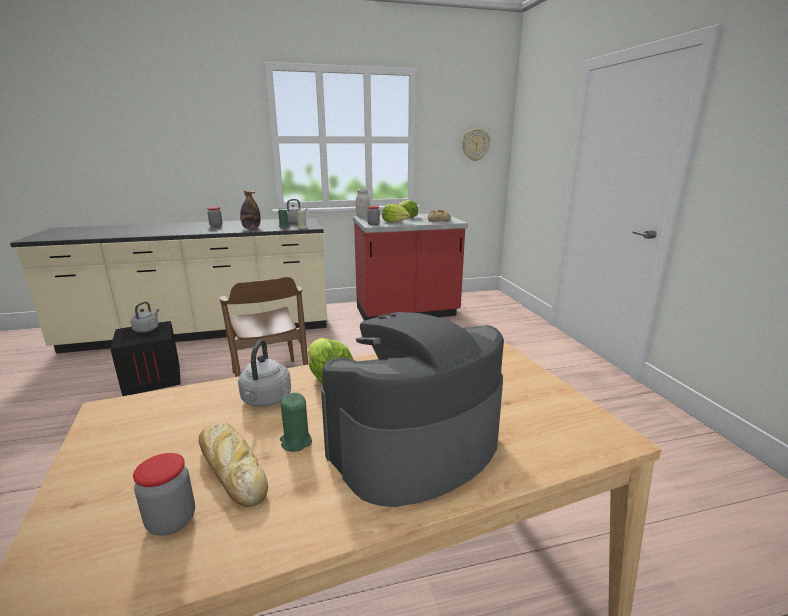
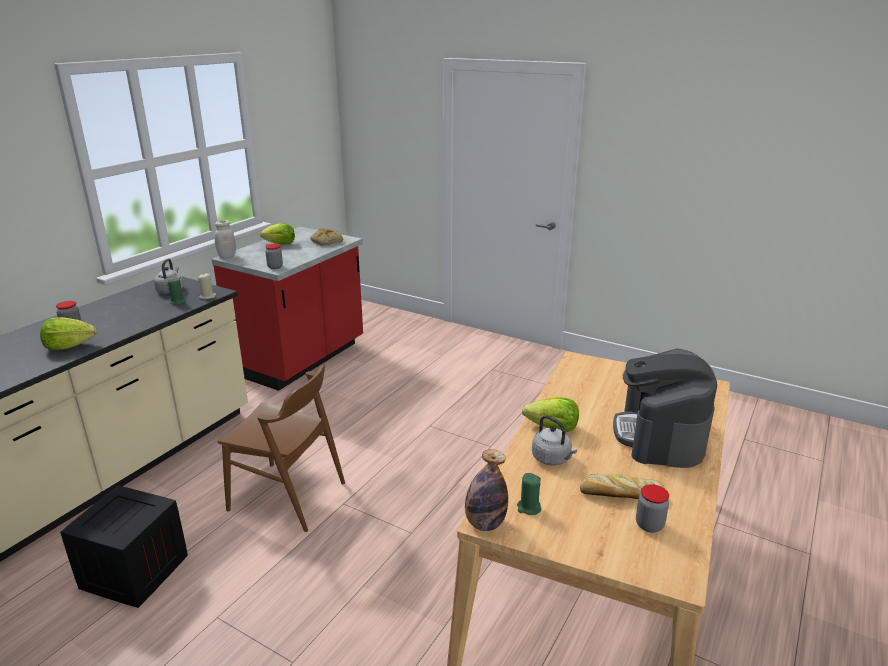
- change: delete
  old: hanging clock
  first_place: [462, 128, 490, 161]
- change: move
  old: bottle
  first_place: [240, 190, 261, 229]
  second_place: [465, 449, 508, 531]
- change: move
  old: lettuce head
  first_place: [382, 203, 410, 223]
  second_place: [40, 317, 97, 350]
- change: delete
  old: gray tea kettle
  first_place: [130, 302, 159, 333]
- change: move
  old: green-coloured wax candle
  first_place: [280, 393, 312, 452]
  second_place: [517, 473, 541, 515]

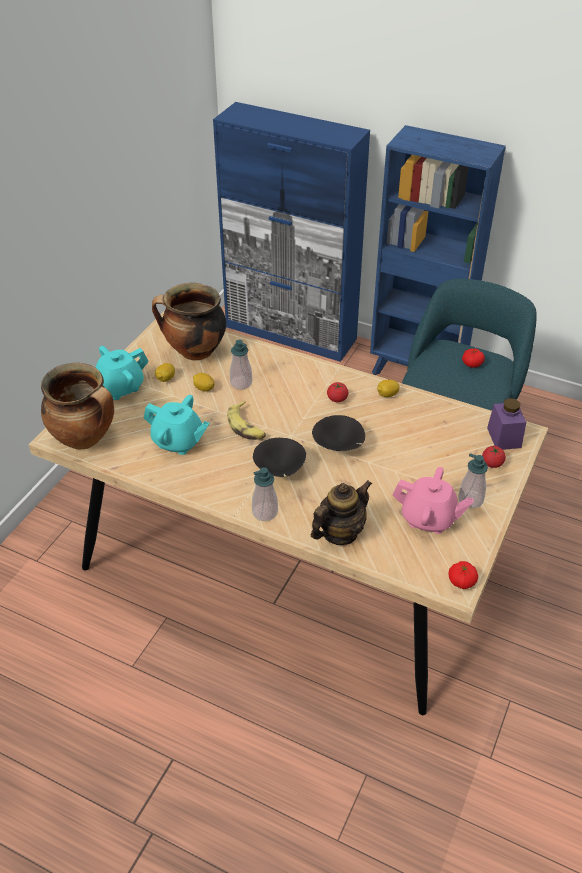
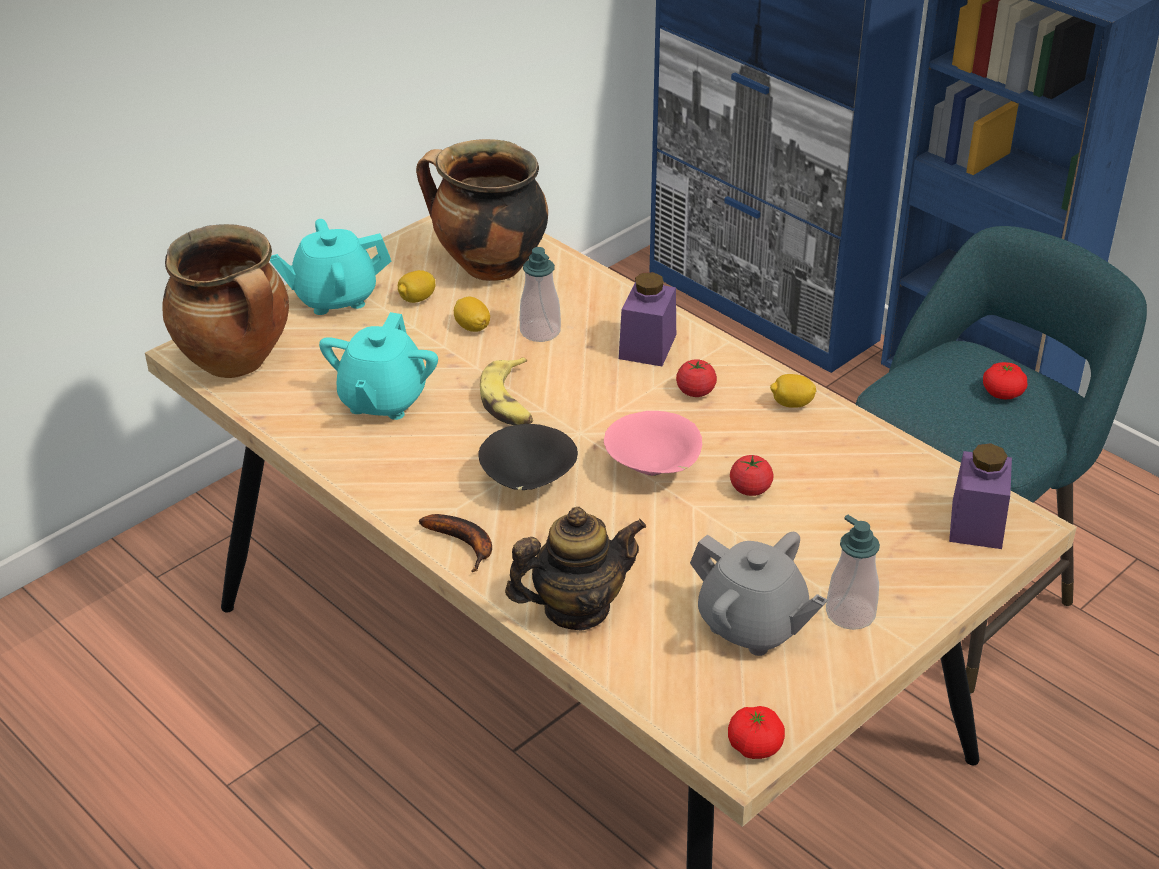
- change: rotate
  old: blue-green pot for tea
  first_place: [144, 395, 210, 455]
  second_place: [319, 312, 438, 420]
  degrees: 60
- change: recolor
  old: black-coloured bowl
  new: pinkish bowl
  first_place: [312, 415, 365, 451]
  second_place: [604, 411, 702, 476]
- change: move
  old: tomato
  first_place: [482, 446, 506, 468]
  second_place: [730, 455, 773, 496]
- change: replace
  old: soap bottle
  new: banana fruit
  first_place: [252, 467, 278, 521]
  second_place: [419, 514, 492, 572]
- change: recolor
  old: pinkish pot for tea
  new: gray pot for tea
  first_place: [392, 467, 474, 534]
  second_place: [690, 532, 827, 656]
- change: insert
  new: purplish storage jar
  second_place: [619, 272, 676, 366]

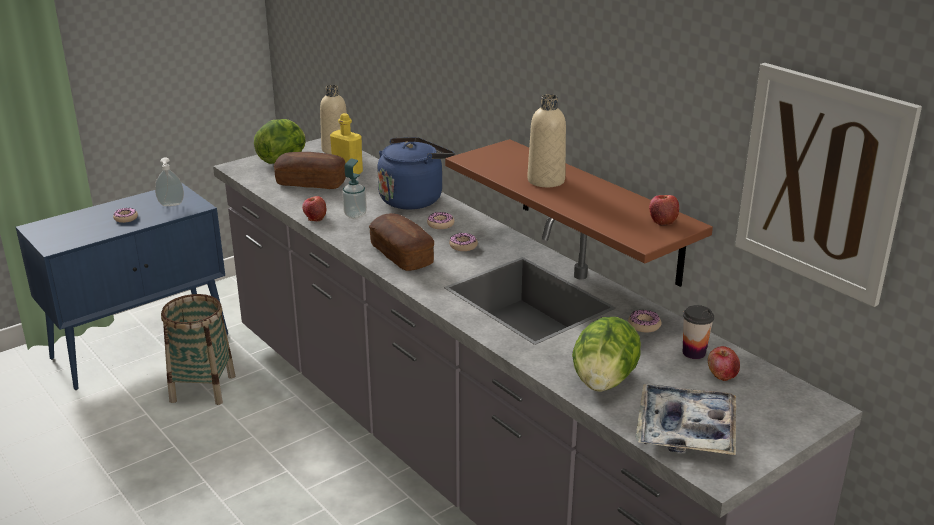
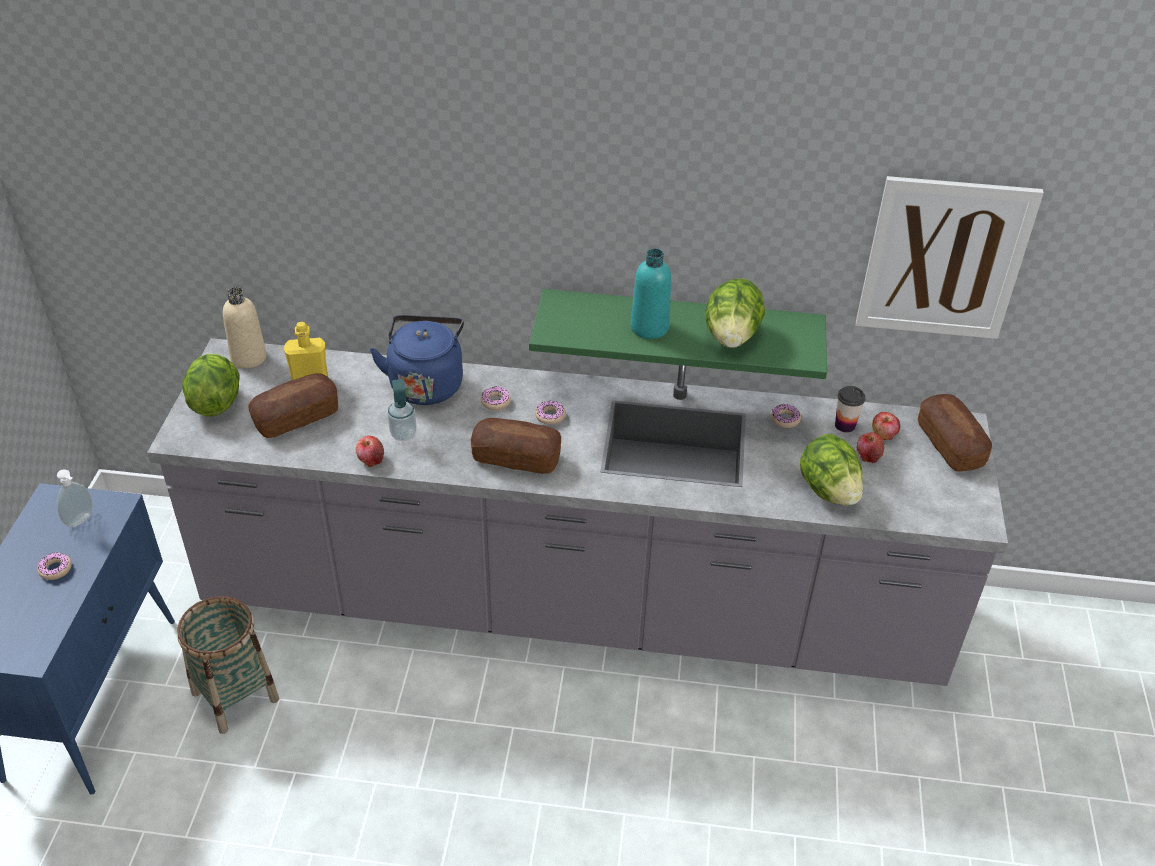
- change: recolor
  old: beige bottle
  new: blue-green bottle
  first_place: [527, 94, 566, 187]
  second_place: [631, 248, 671, 339]
- change: recolor
  old: brown-coloured shelf
  new: green-coloured shelf
  first_place: [445, 139, 713, 287]
  second_place: [529, 289, 827, 379]
- change: move
  old: apple fruit
  first_place: [649, 195, 679, 226]
  second_place: [857, 432, 884, 463]
- change: delete
  old: tray
  first_place: [635, 384, 736, 455]
- change: insert
  new: lettuce head
  second_place: [705, 278, 765, 348]
- change: insert
  new: bread
  second_place: [918, 394, 992, 471]

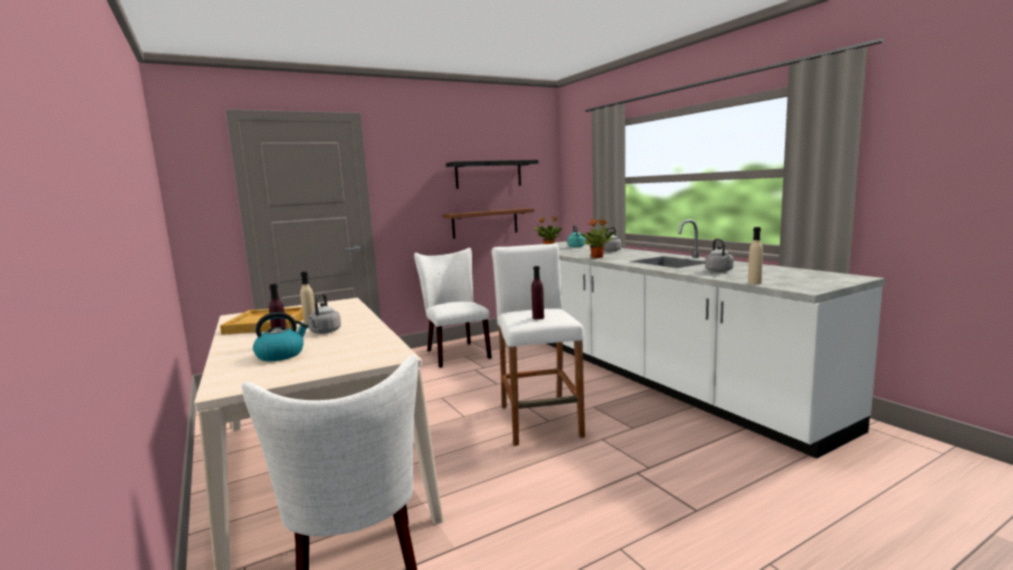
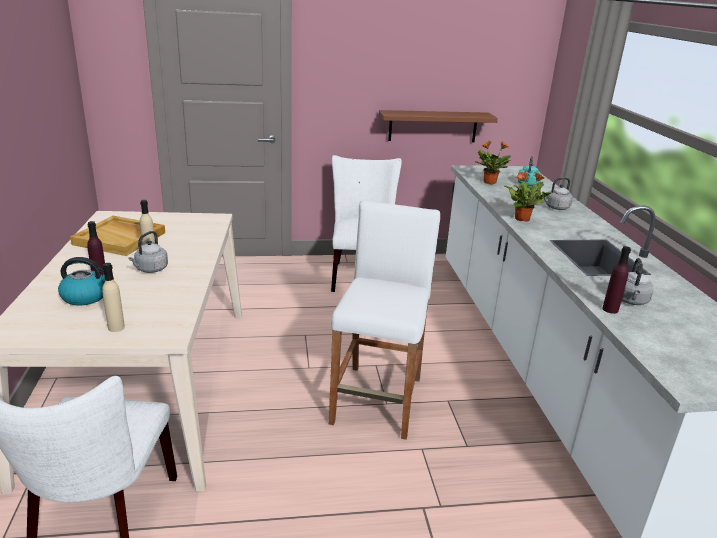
- change: delete
  old: black-coloured shelf
  first_place: [446, 160, 539, 189]
- change: move
  old: beige bottle
  first_place: [748, 227, 763, 284]
  second_place: [102, 263, 125, 332]
- change: move
  old: purplish bottle
  first_place: [532, 266, 544, 319]
  second_place: [602, 246, 631, 314]

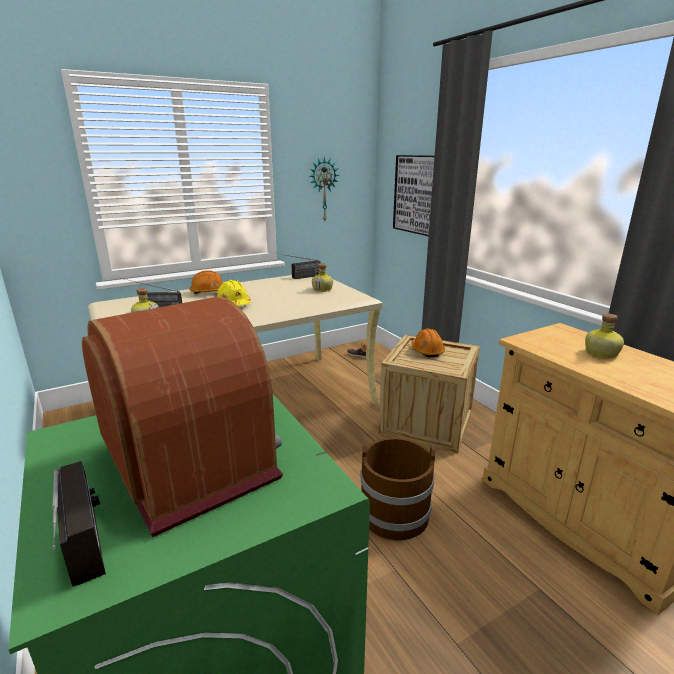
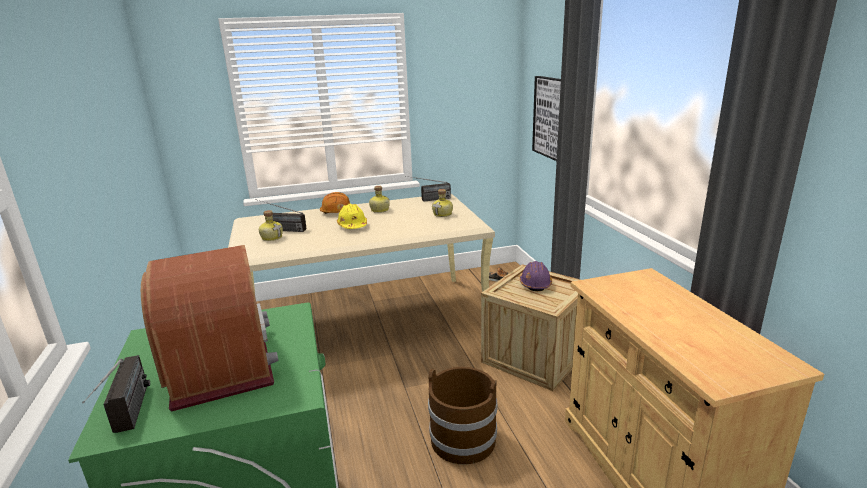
- change: delete
  old: hanging clock
  first_place: [310, 156, 339, 220]
- change: move
  old: bottle
  first_place: [585, 313, 624, 359]
  second_place: [369, 186, 390, 213]
- change: recolor
  old: orangey hard hat
  new: purplish hard hat
  first_place: [412, 328, 445, 358]
  second_place: [520, 261, 552, 291]

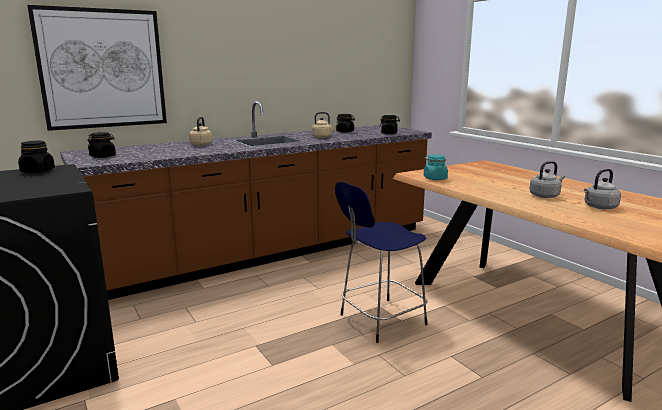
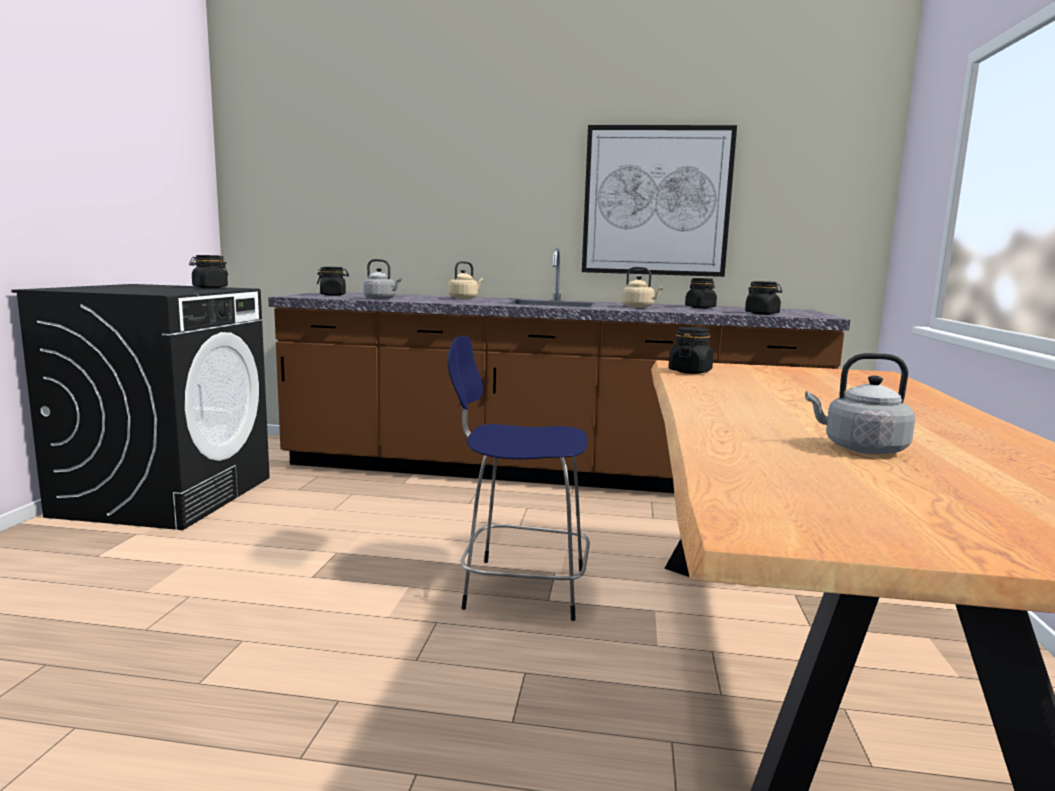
- change: move
  old: wall art
  first_place: [27, 5, 167, 131]
  second_place: [582, 125, 737, 277]
- change: recolor
  old: blue-green storage jar
  new: black-coloured storage jar
  first_place: [424, 154, 448, 180]
  second_place: [668, 327, 713, 374]
- change: move
  old: gray tea kettle
  first_place: [529, 161, 565, 198]
  second_place: [363, 259, 402, 300]

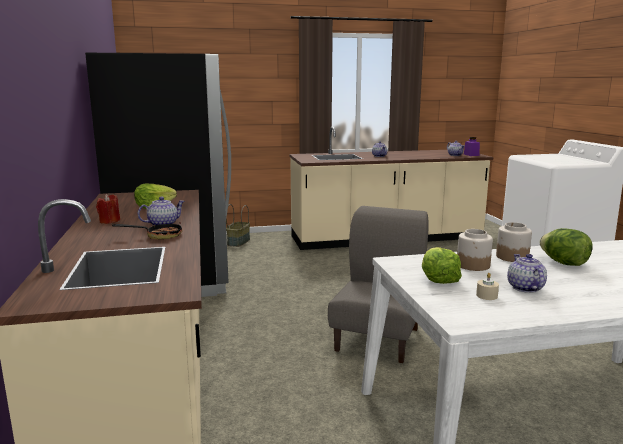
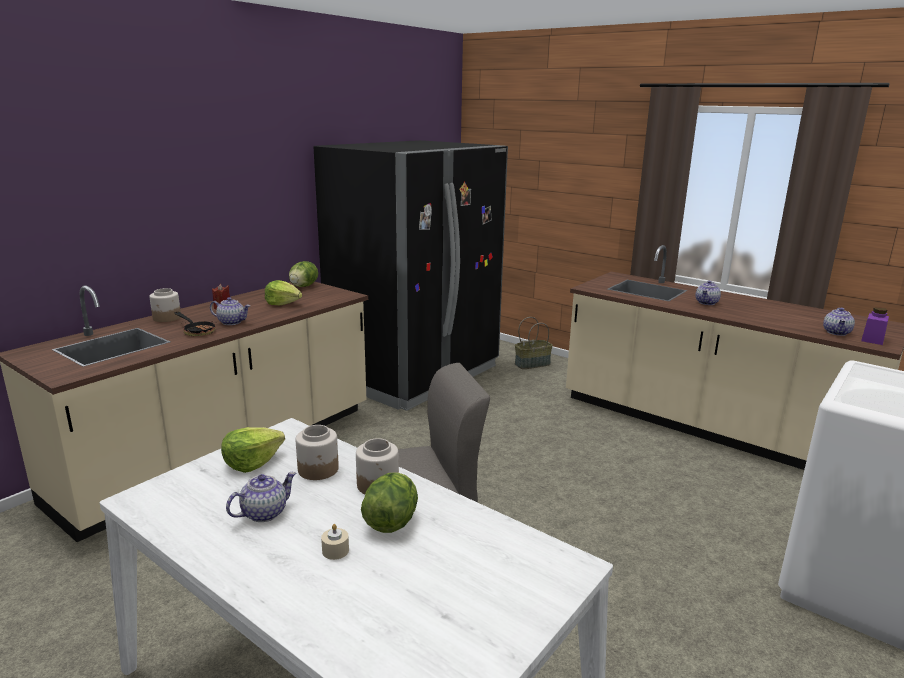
- change: move
  old: beige wax candle
  first_place: [476, 273, 499, 300]
  second_place: [321, 524, 349, 560]
- change: insert
  new: lettuce head
  second_place: [289, 261, 318, 287]
- change: insert
  new: storage jar
  second_place: [149, 288, 181, 322]

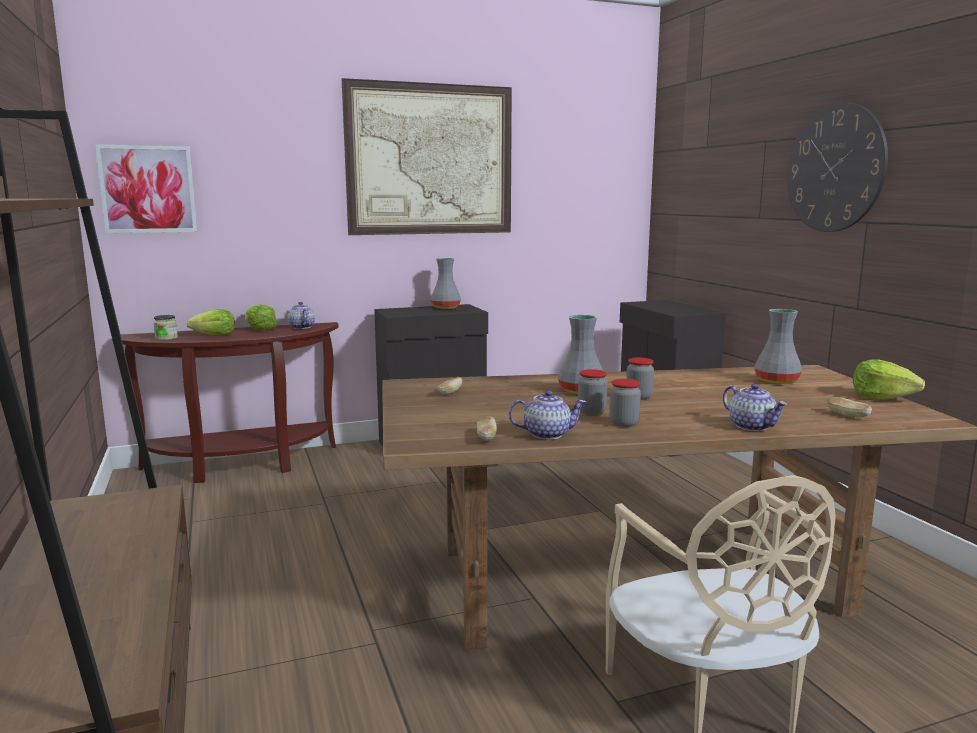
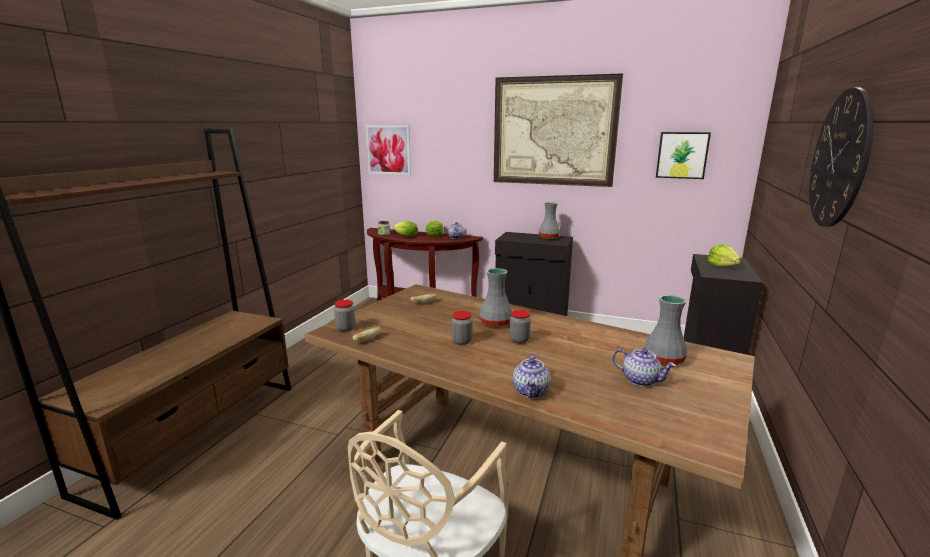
- change: move
  old: lettuce head
  first_place: [853, 359, 925, 400]
  second_place: [708, 245, 741, 267]
- change: move
  old: storage jar
  first_place: [609, 379, 641, 427]
  second_place: [334, 300, 355, 331]
- change: move
  old: pot for tea
  first_place: [509, 390, 586, 440]
  second_place: [612, 348, 676, 387]
- change: delete
  old: bread
  first_place: [826, 397, 872, 418]
- change: insert
  new: wall art
  second_place: [656, 132, 711, 179]

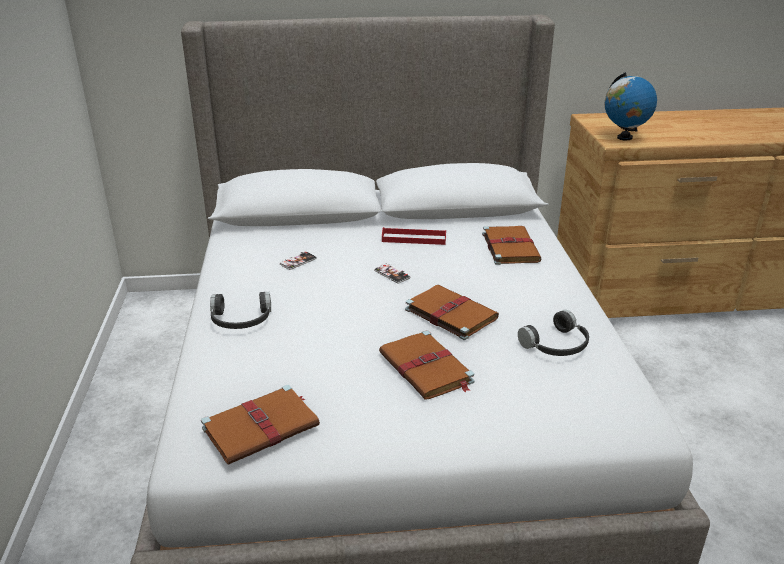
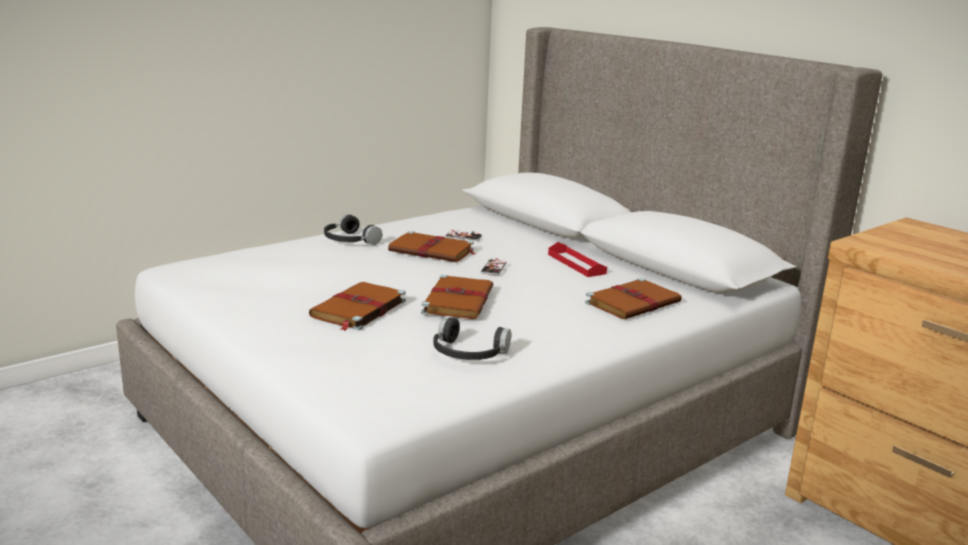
- change: delete
  old: desk globe
  first_place: [604, 72, 657, 140]
- change: move
  old: brown-coloured bound book
  first_place: [201, 385, 320, 465]
  second_place: [388, 231, 476, 262]

